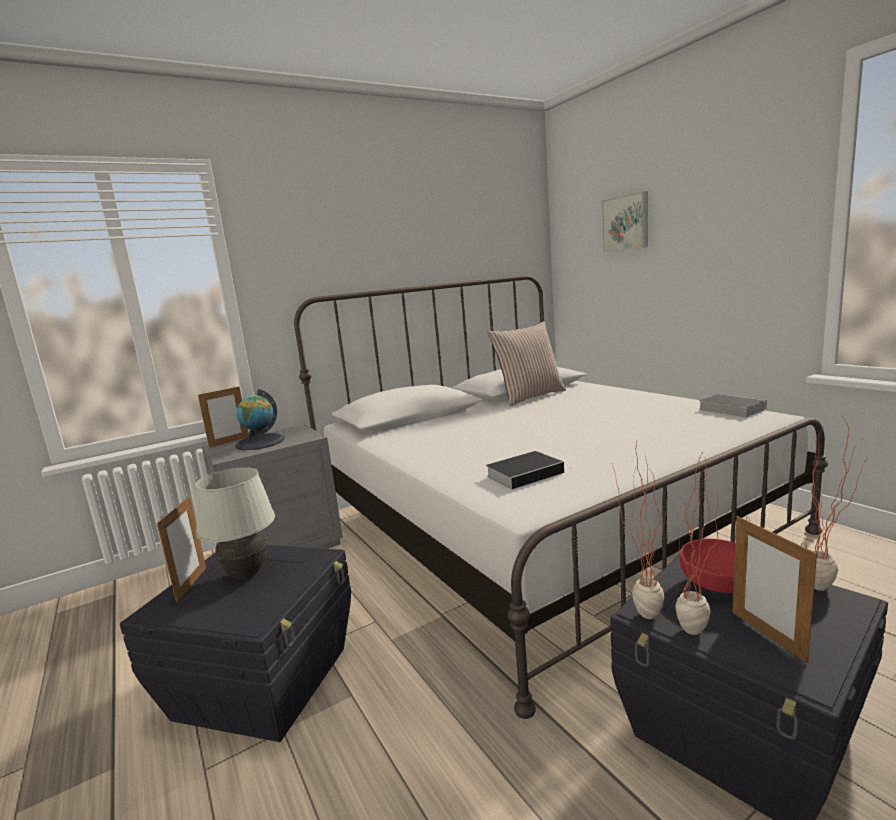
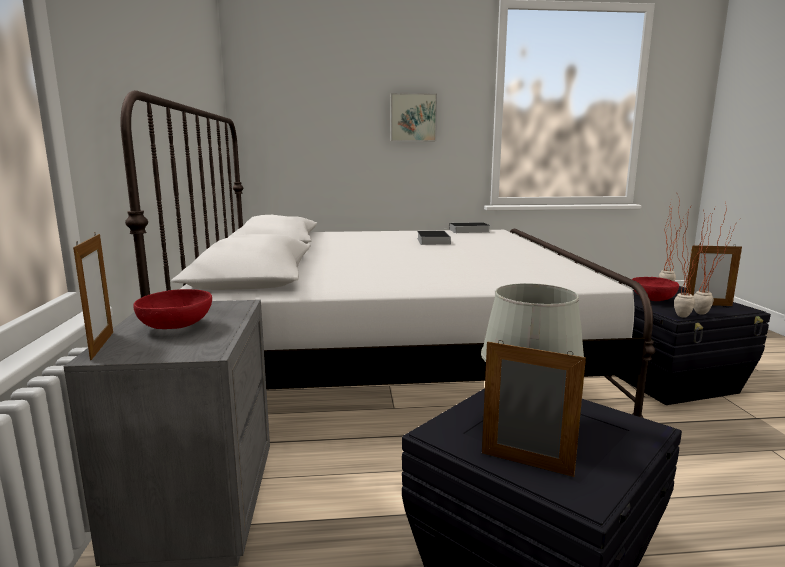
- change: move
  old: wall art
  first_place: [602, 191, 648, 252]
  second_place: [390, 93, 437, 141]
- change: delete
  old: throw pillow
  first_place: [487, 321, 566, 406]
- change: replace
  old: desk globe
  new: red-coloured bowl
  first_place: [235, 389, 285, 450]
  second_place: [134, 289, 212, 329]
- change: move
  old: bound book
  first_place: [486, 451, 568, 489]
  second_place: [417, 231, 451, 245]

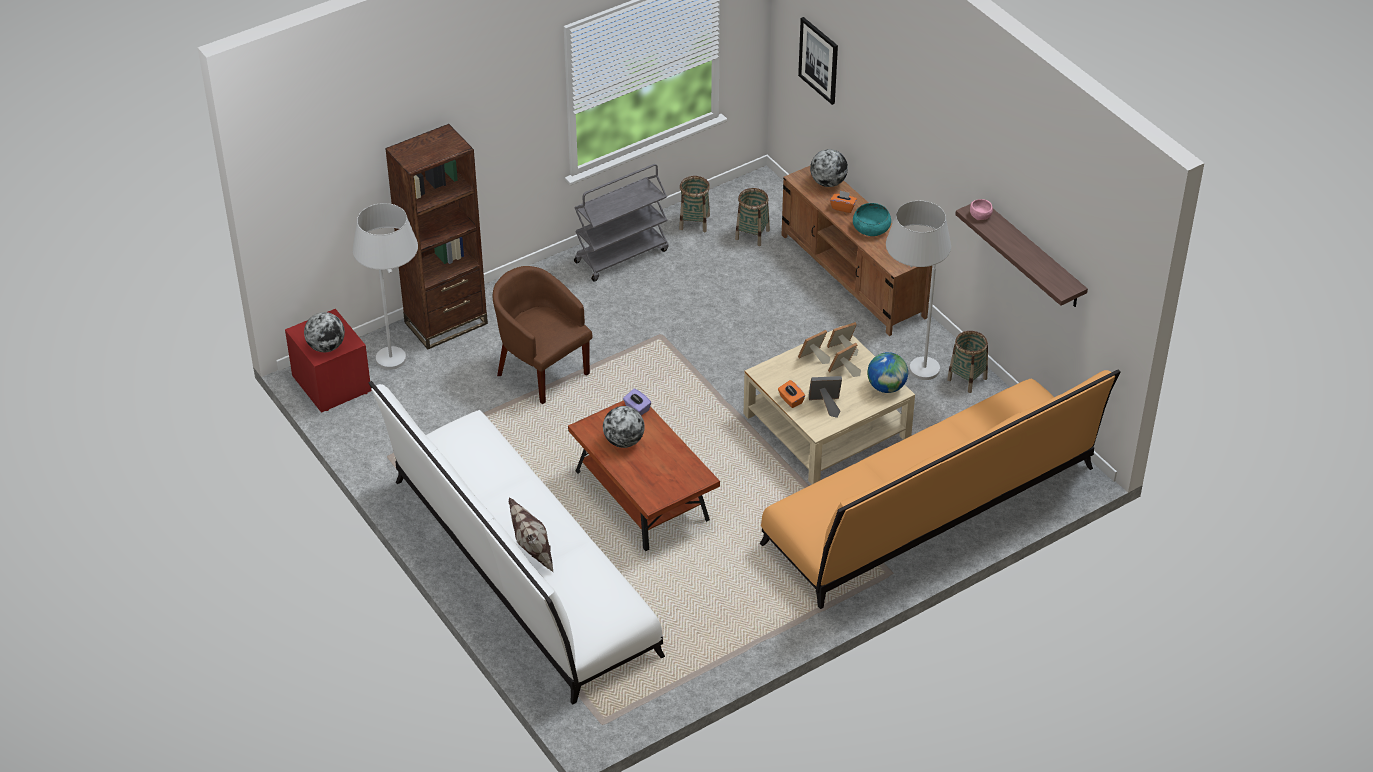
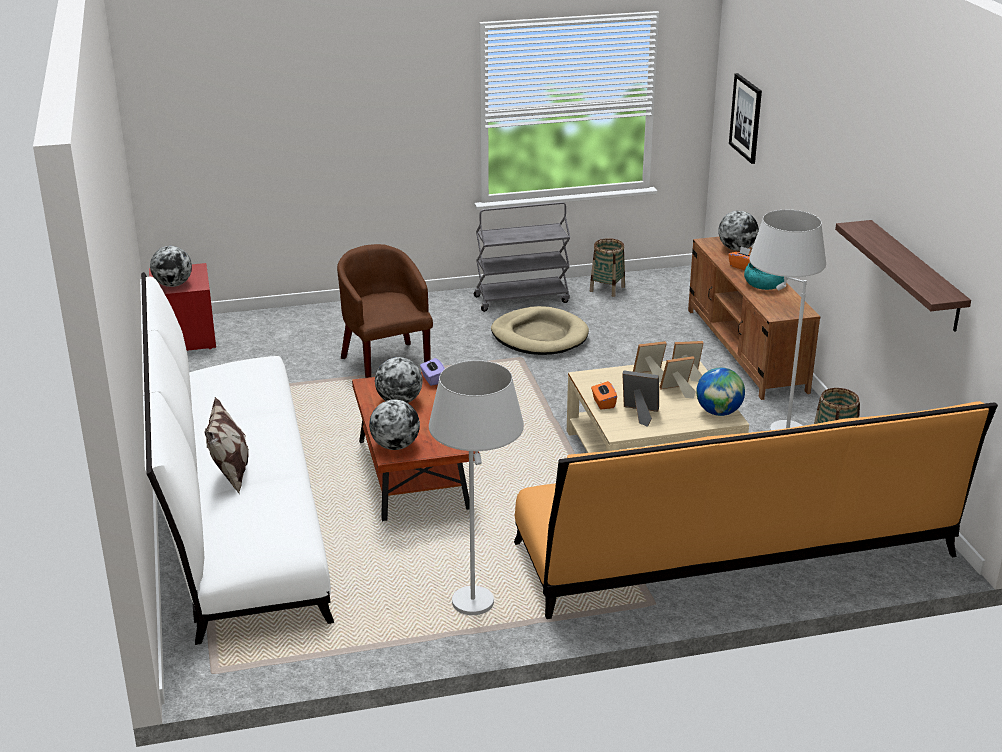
- change: delete
  old: brown-coloured bookshelf
  first_place: [385, 124, 488, 350]
- change: delete
  old: basket
  first_place: [735, 188, 770, 246]
- change: delete
  old: pinkish bowl
  first_place: [970, 199, 993, 220]
- change: move
  old: white standing lamp
  first_place: [352, 203, 418, 370]
  second_place: [429, 360, 524, 615]
- change: insert
  new: beige dog cushion
  second_place: [491, 306, 589, 355]
- change: insert
  new: desk globe
  second_place: [369, 399, 420, 450]

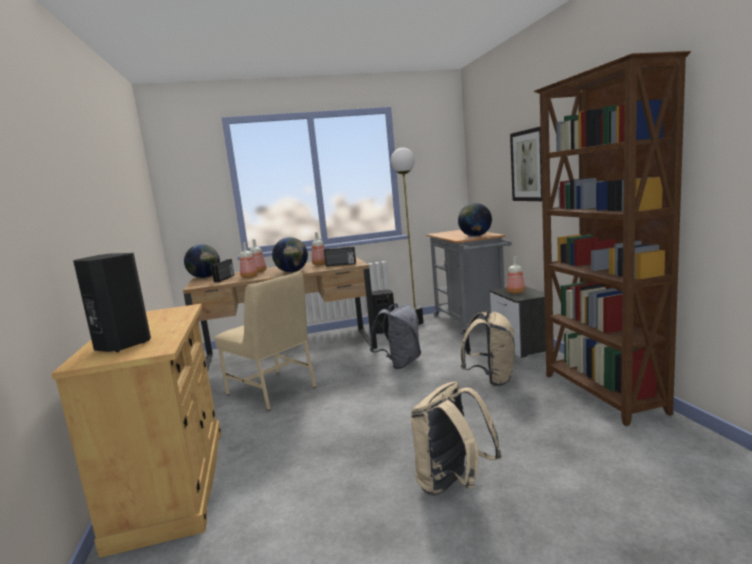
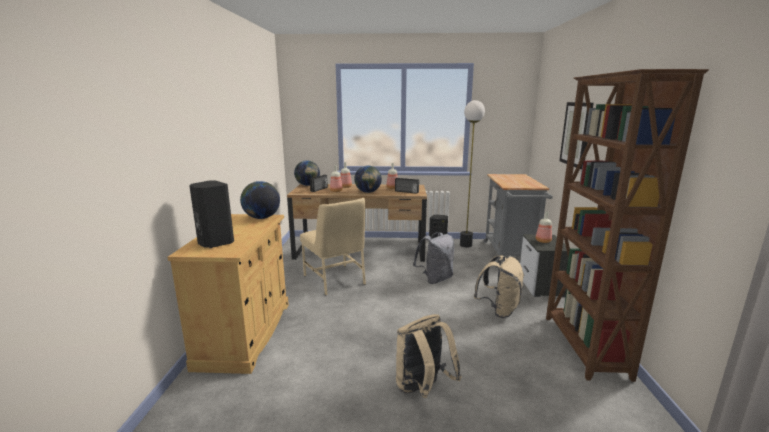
- change: move
  old: desk globe
  first_place: [458, 203, 492, 237]
  second_place: [240, 181, 280, 219]

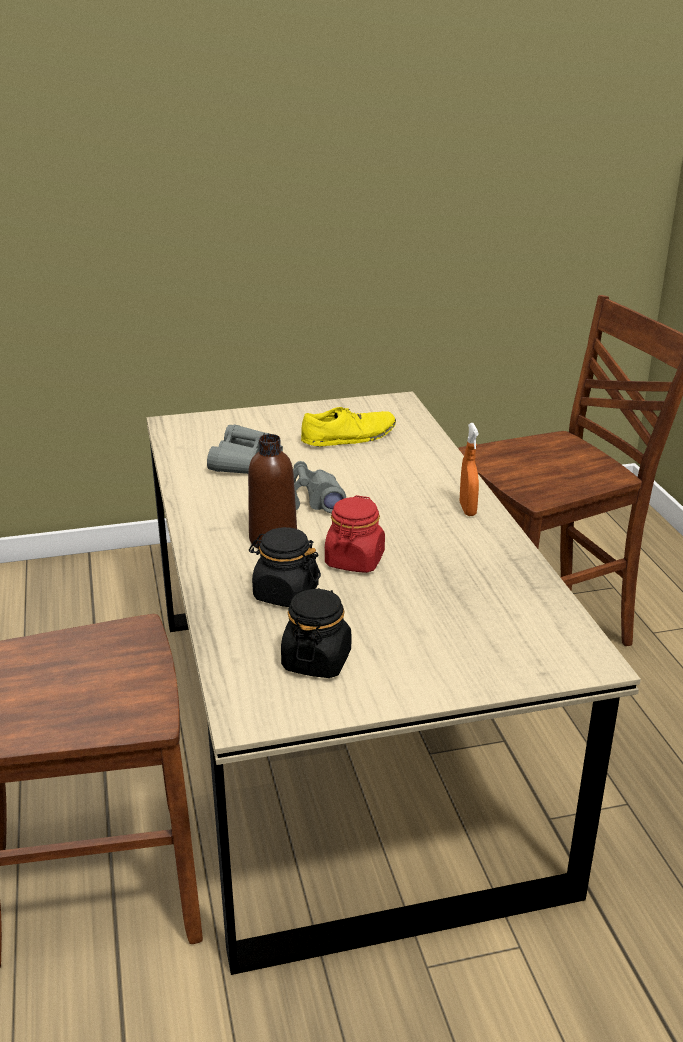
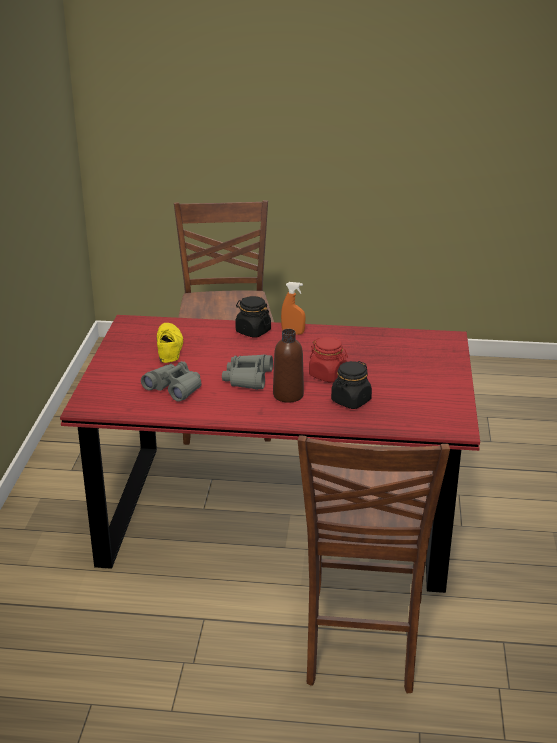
- change: recolor
  old: beige dinner table
  new: red-coloured dinner table
  first_place: [146, 391, 641, 975]
  second_place: [60, 315, 480, 593]
- change: move
  old: black-coloured storage jar
  first_place: [281, 588, 351, 678]
  second_place: [235, 296, 271, 338]

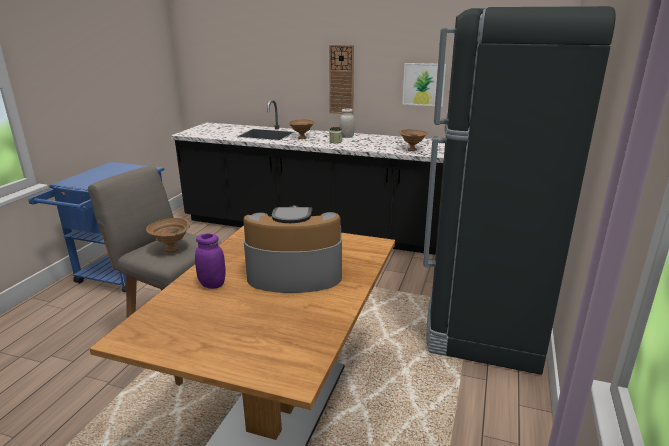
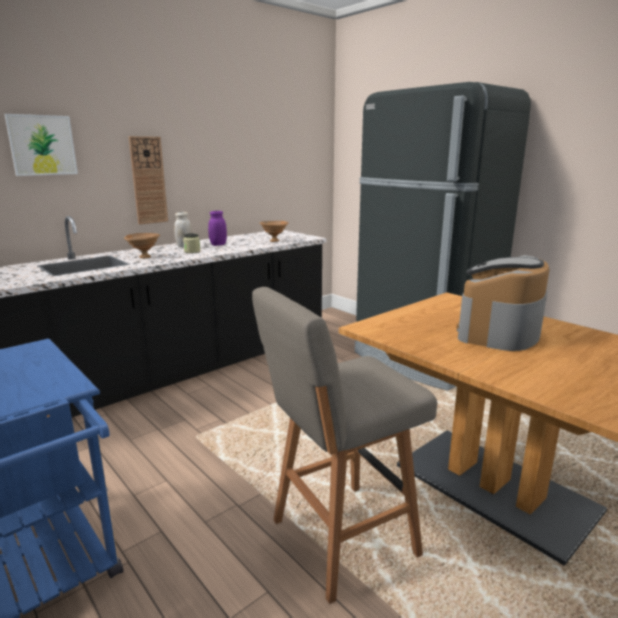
- change: move
  old: wall art
  first_place: [402, 63, 446, 107]
  second_place: [5, 114, 78, 176]
- change: delete
  old: brown-coloured bowl
  first_place: [146, 218, 190, 252]
- change: move
  old: purplish storage jar
  first_place: [195, 233, 226, 289]
  second_place: [208, 211, 227, 246]

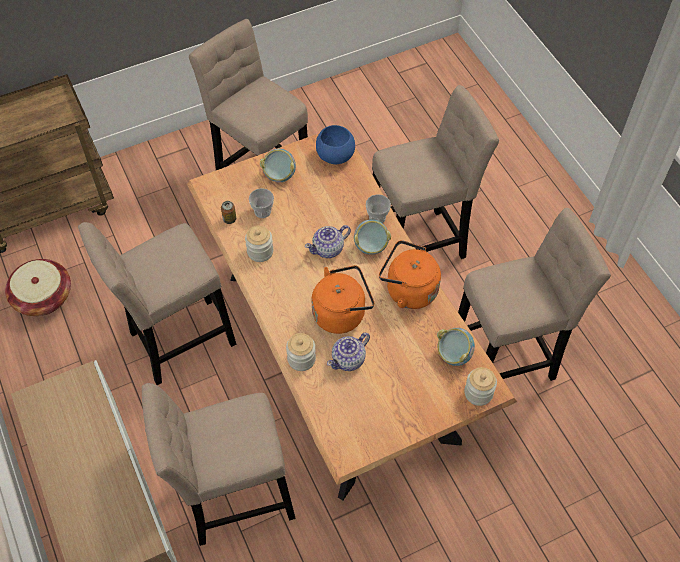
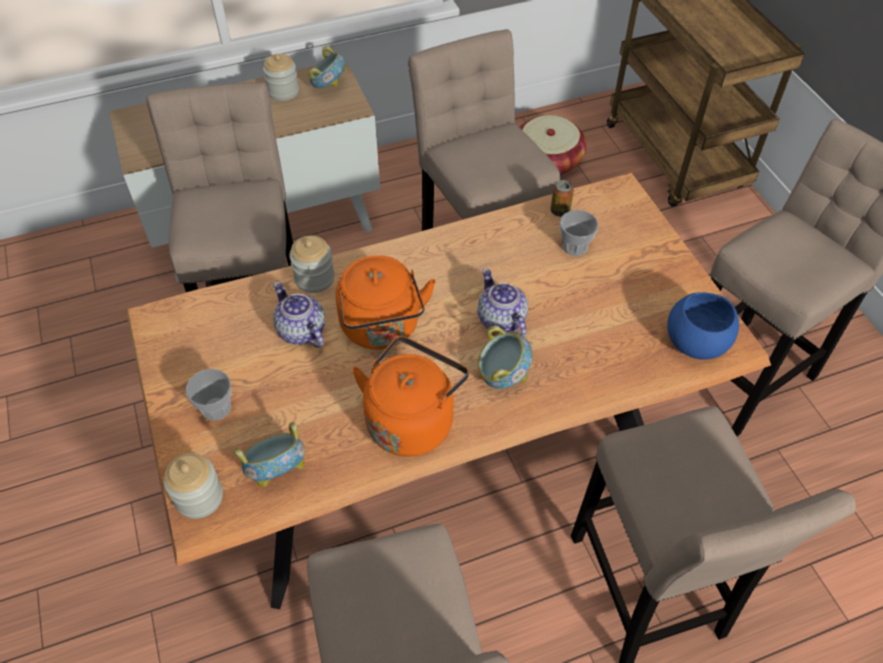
- change: move
  old: bowl
  first_place: [260, 149, 296, 182]
  second_place: [309, 46, 347, 88]
- change: move
  old: cup
  first_place: [366, 194, 391, 223]
  second_place: [186, 369, 232, 421]
- change: move
  old: storage jar
  first_place: [245, 225, 273, 262]
  second_place: [263, 54, 299, 101]

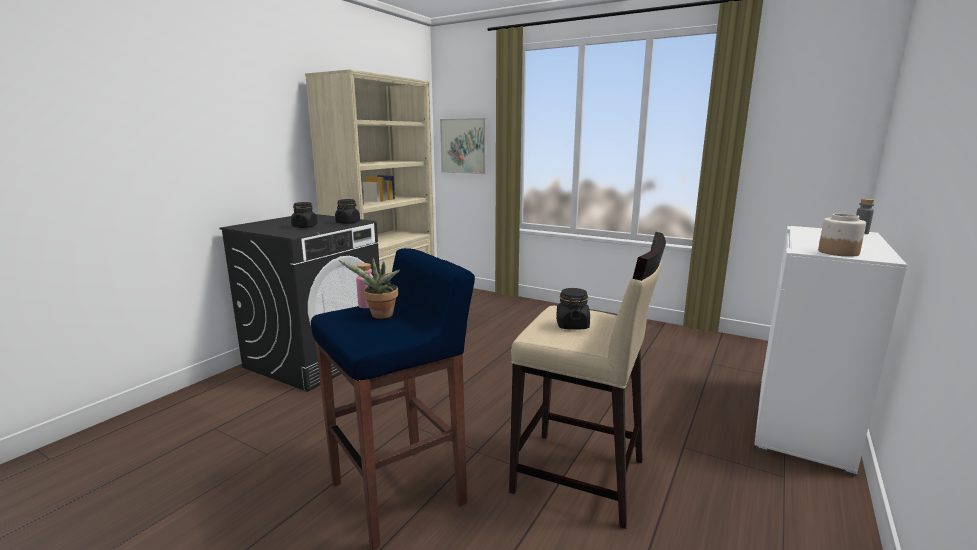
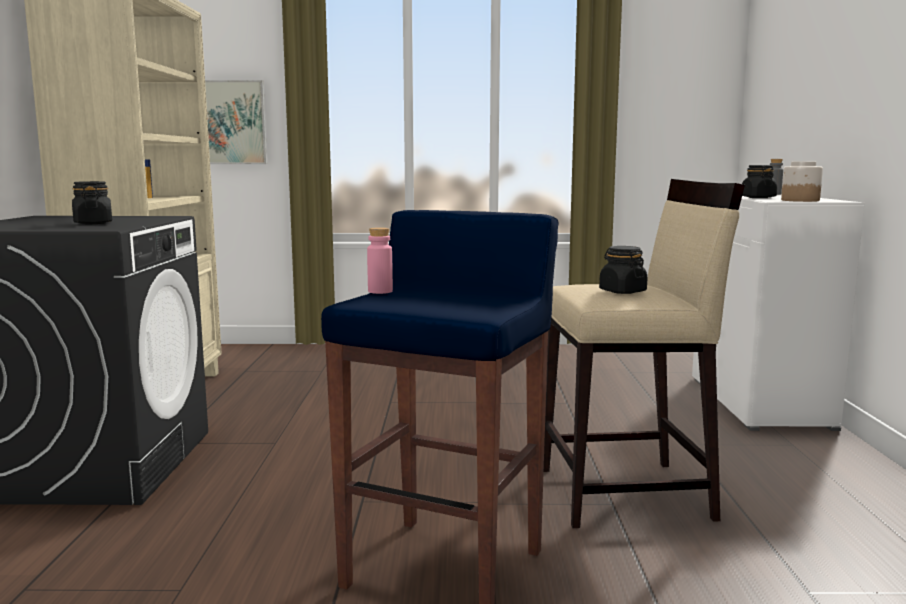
- change: move
  old: black-coloured storage jar
  first_place: [335, 199, 360, 224]
  second_place: [742, 165, 777, 198]
- change: delete
  old: houseplant
  first_place: [339, 258, 400, 319]

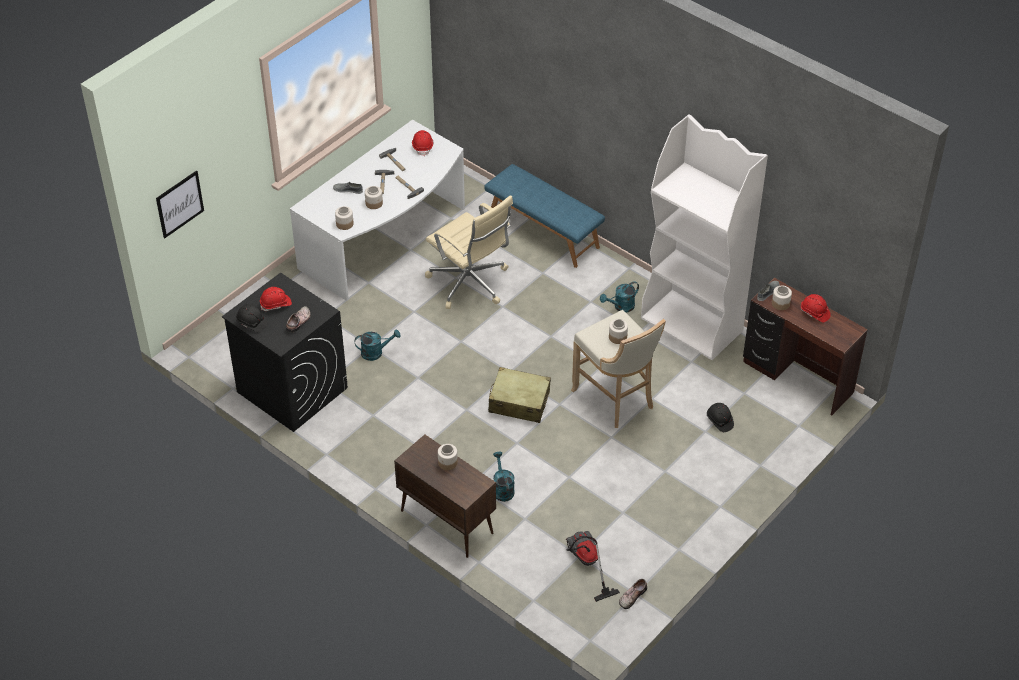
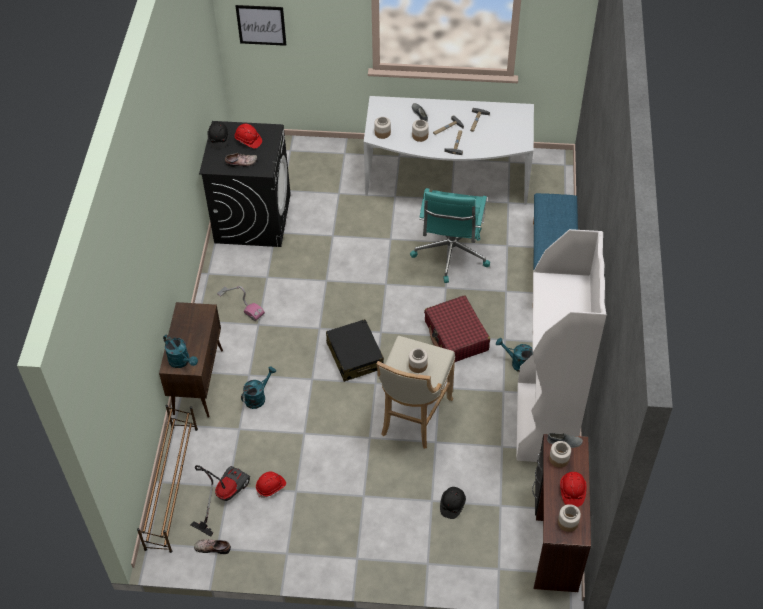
- change: move
  old: red-coloured hard hat
  first_place: [412, 130, 433, 156]
  second_place: [256, 471, 286, 498]
- change: recolor
  old: beige computer chair
  new: blue-green computer chair
  first_place: [425, 195, 513, 309]
  second_place: [410, 188, 490, 283]
- change: move
  old: blue-green sprinkling can
  first_place: [355, 330, 401, 361]
  second_place: [163, 335, 198, 368]
- change: recolor
  old: beige travel case
  new: black-coloured travel case
  first_place: [488, 367, 551, 423]
  second_place: [326, 319, 384, 382]
- change: move
  old: storage jar
  first_place: [438, 444, 458, 470]
  second_place: [558, 504, 581, 532]
- change: insert
  new: vacuum cleaner
  second_place: [217, 286, 265, 321]
- change: insert
  new: red-coloured travel case
  second_place: [424, 296, 490, 362]
- change: insert
  new: brown-coloured shoe rack
  second_place: [137, 405, 198, 553]

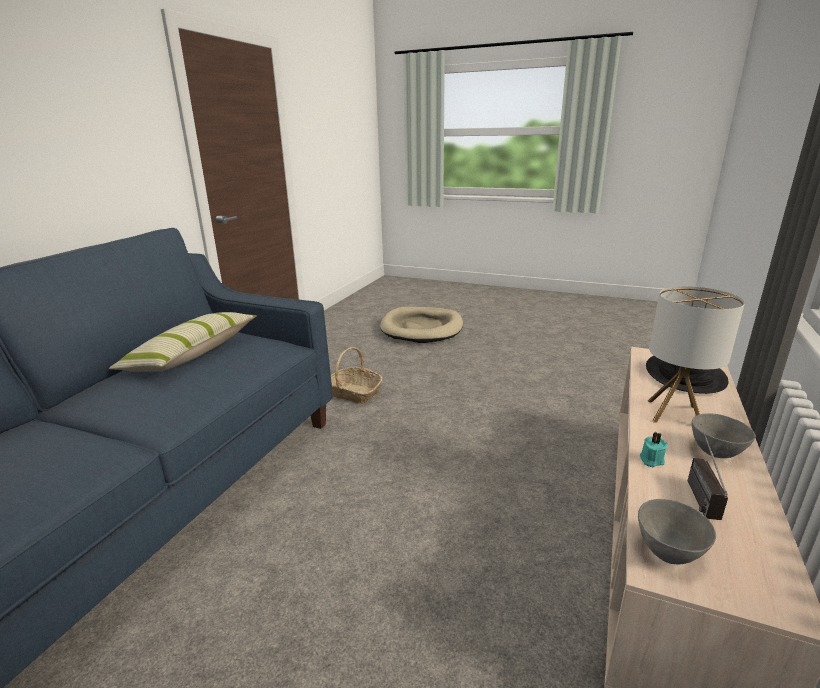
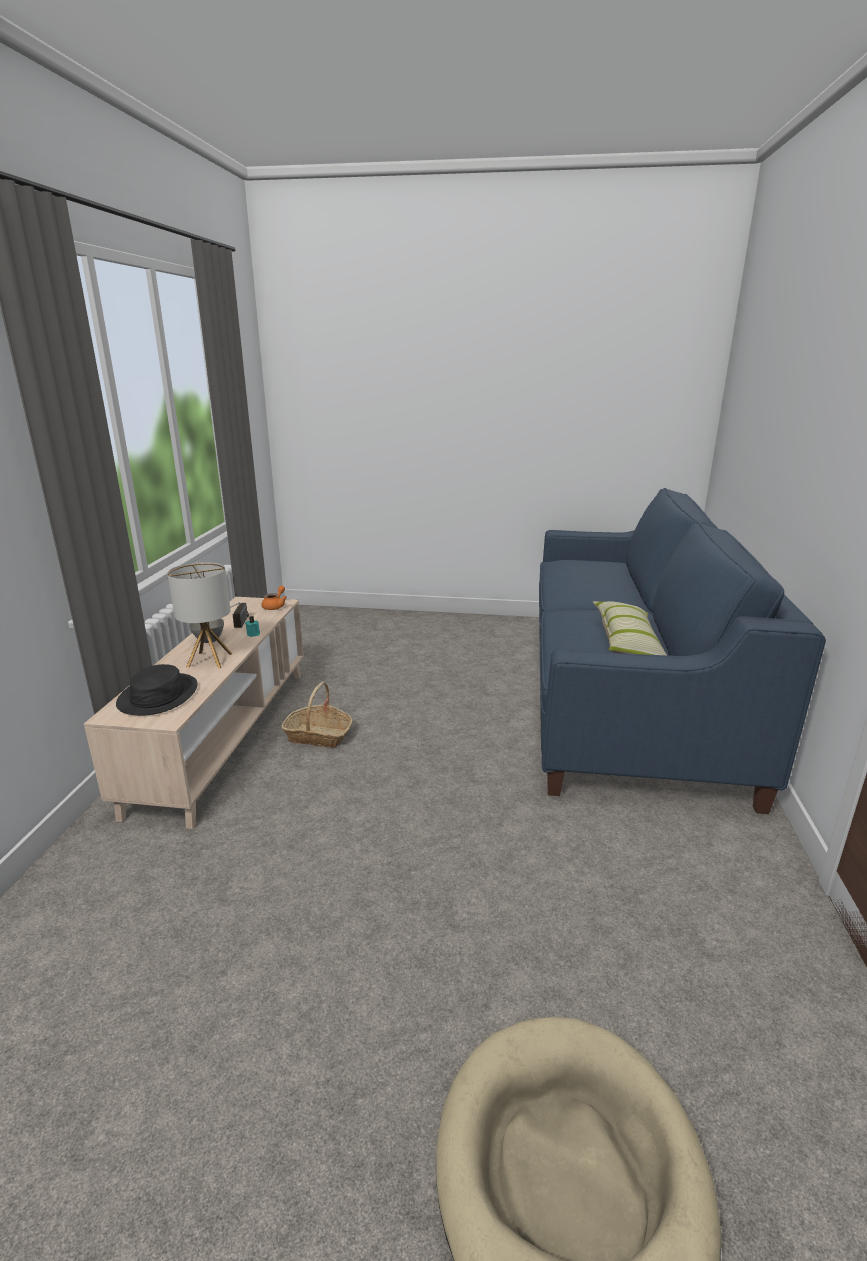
- change: move
  old: basket
  first_place: [331, 347, 383, 404]
  second_place: [281, 682, 353, 748]
- change: replace
  old: gray bowl
  new: orangey pot for tea
  first_place: [638, 499, 716, 564]
  second_place: [262, 586, 287, 610]

